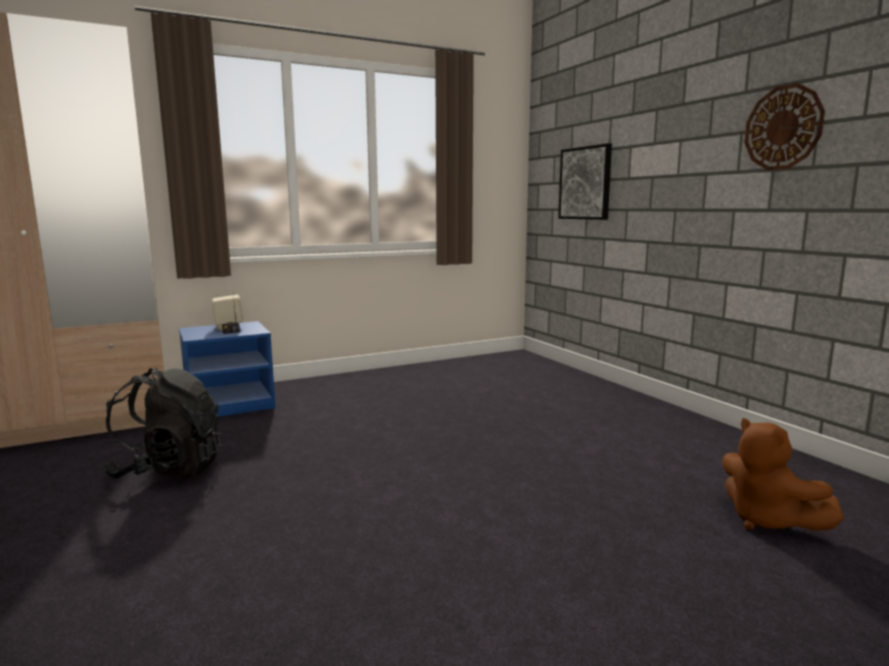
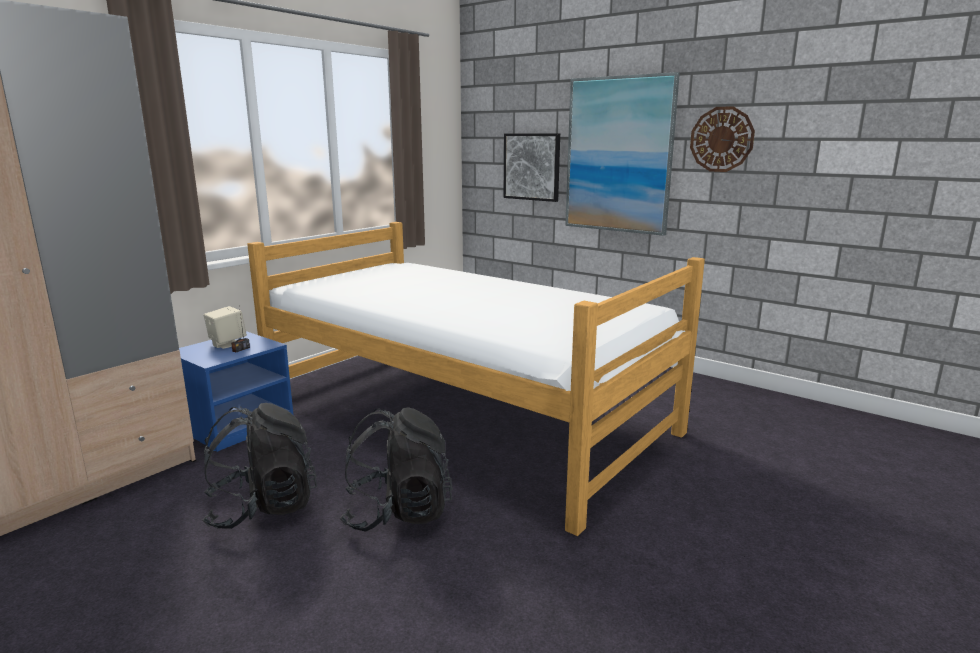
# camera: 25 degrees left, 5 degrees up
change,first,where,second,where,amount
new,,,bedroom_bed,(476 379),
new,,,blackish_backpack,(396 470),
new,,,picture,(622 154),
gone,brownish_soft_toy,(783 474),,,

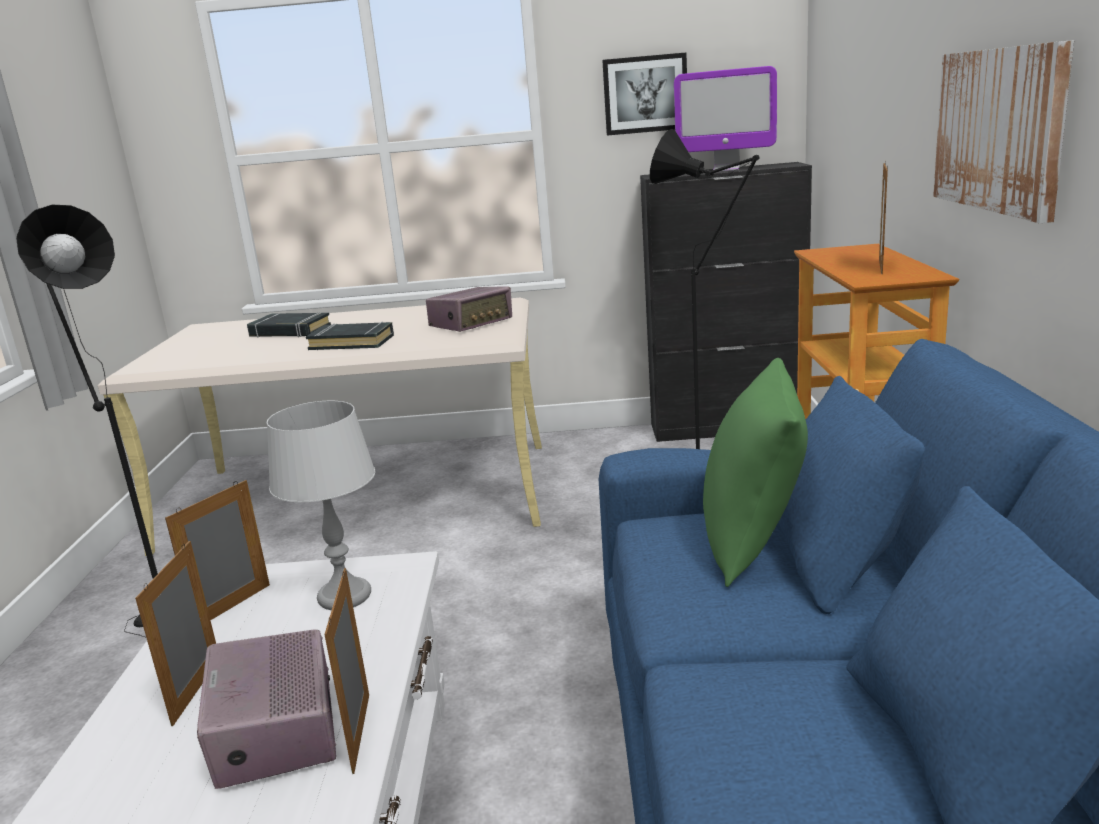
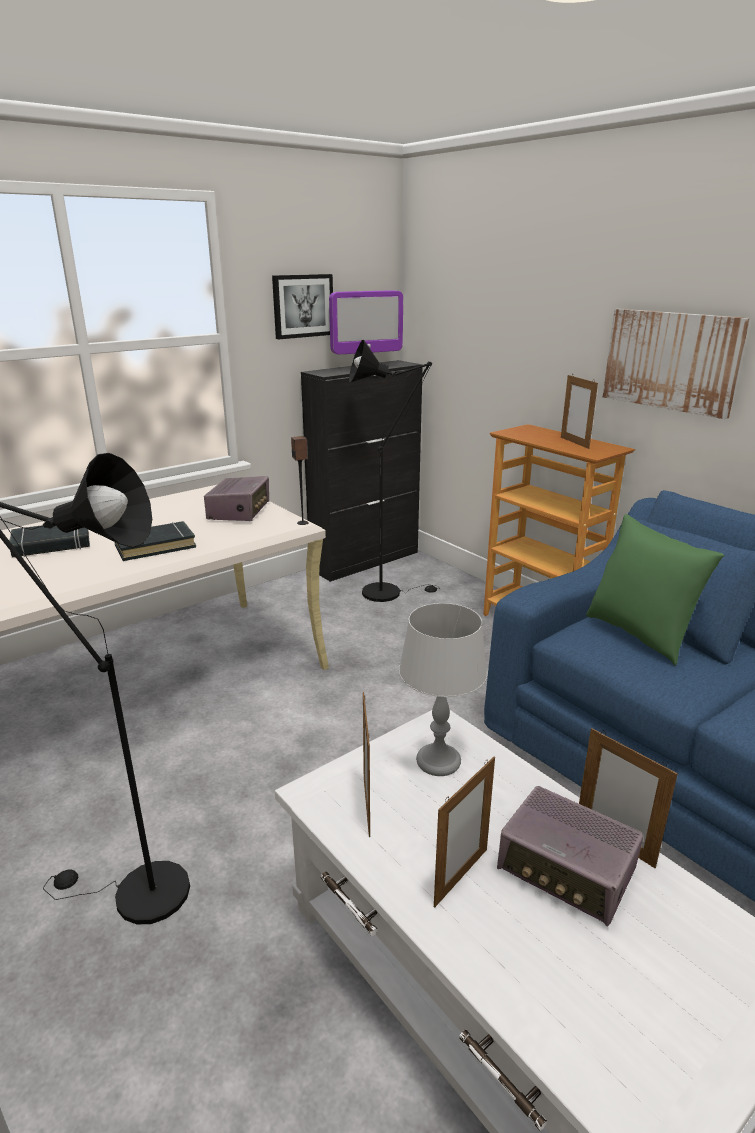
# camera: 40 degrees left, 5 degrees up
change,first,where,second,where,amount
new,,,speaker,(300 480),
rotated,photo_frame,(175 633),,(464 832),105 degrees counterclockwise

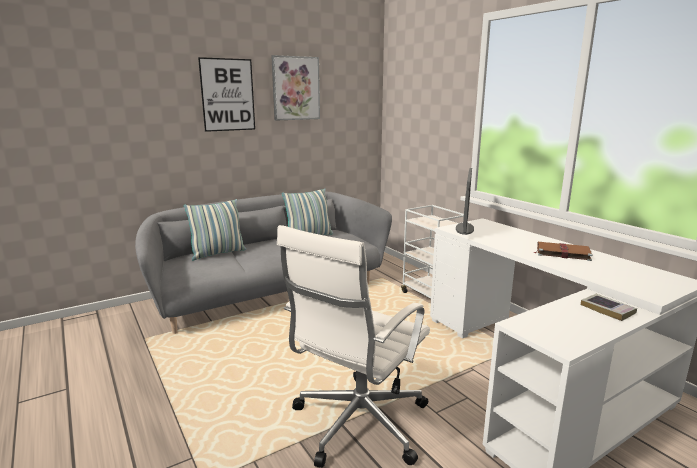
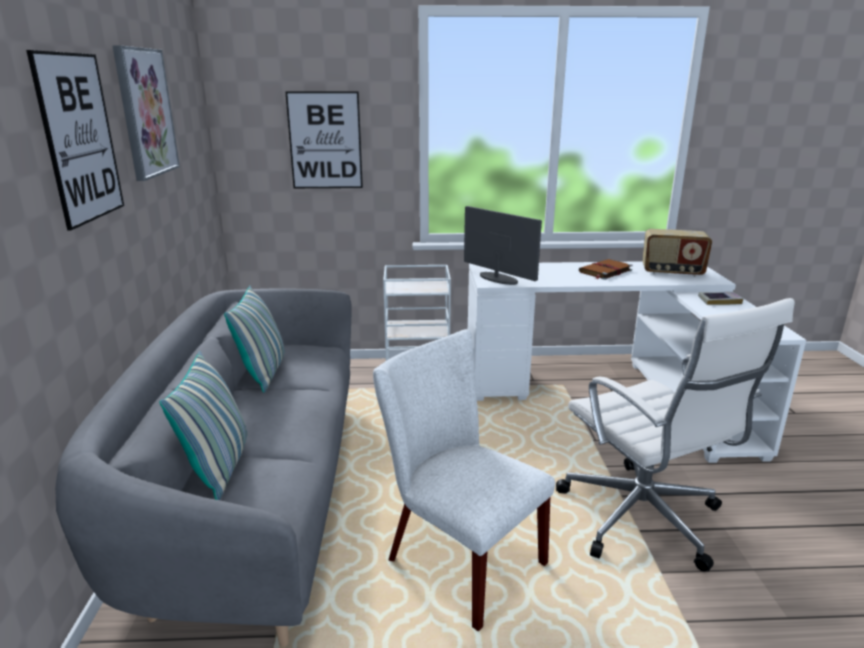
# camera: 60 degrees left, 5 degrees up
change,first,where,second,where,amount
new,,,picture,(324 139),
new,,,white_chair,(464 480),
new,,,radio,(677 253),

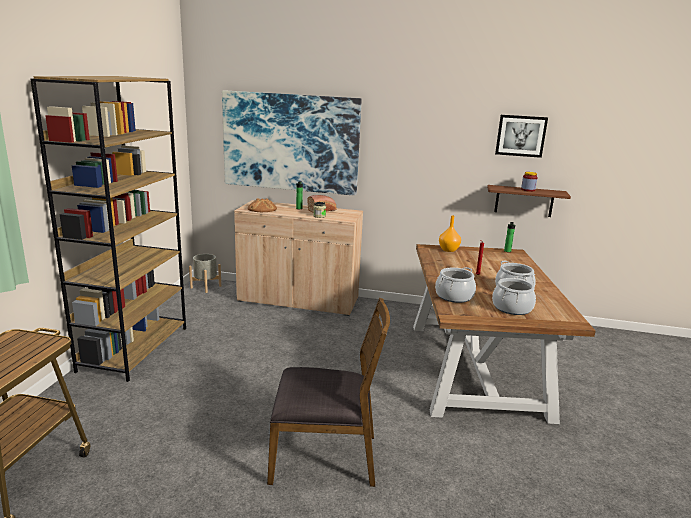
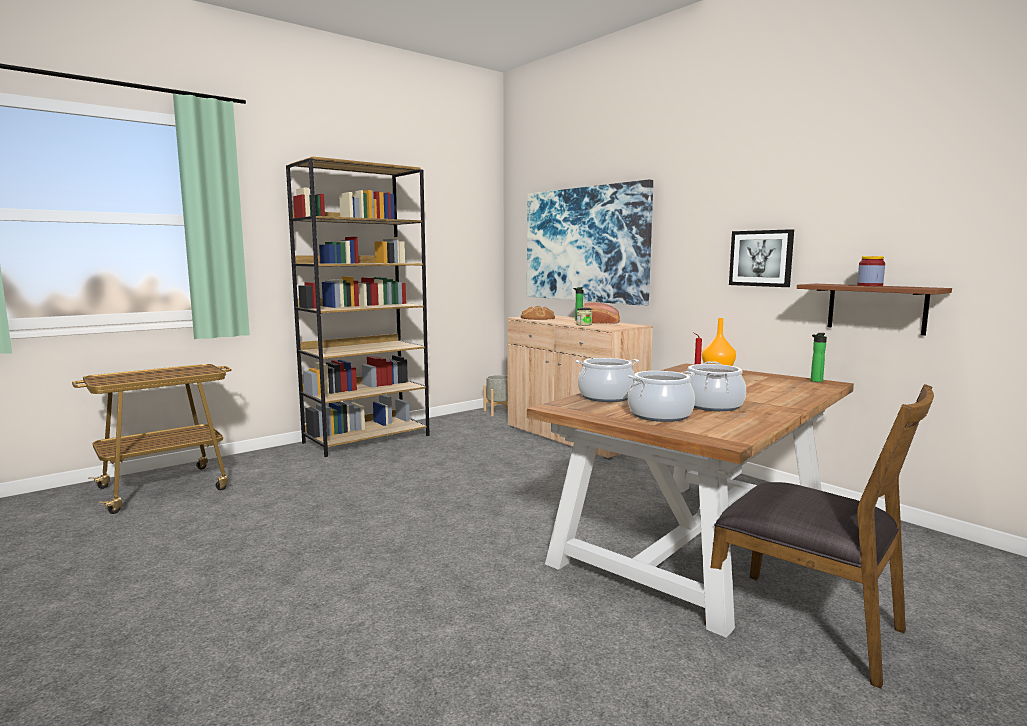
# camera: 40 degrees right, 10 degrees down
change,first,where,second,where,amount
shifted,brownish_chair,(328 392),,(819 536),
shifted,picture,(521 136),,(761 258),

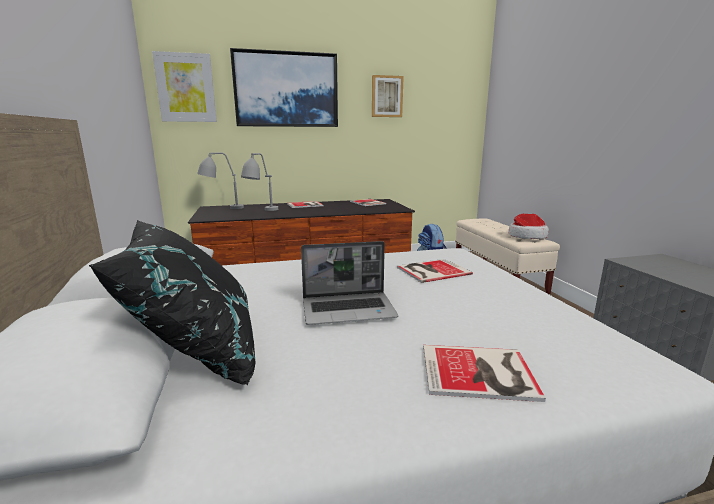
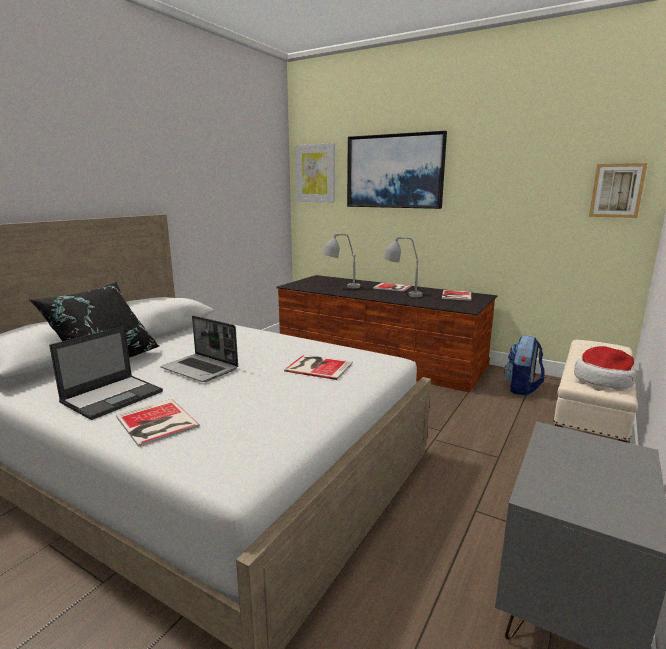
# camera: 45 degrees right, 0 degrees up
change,first,where,second,where,amount
new,,,laptop,(106 373),
shifted,grey_lamp_for_a_table,(220 180),,(402 267),
shifted,picture,(388 96),,(618 190),

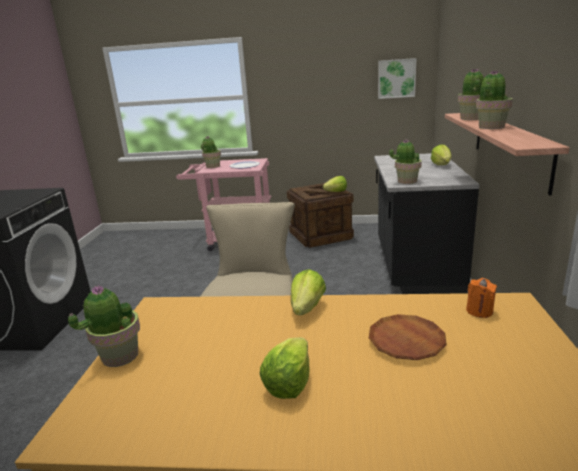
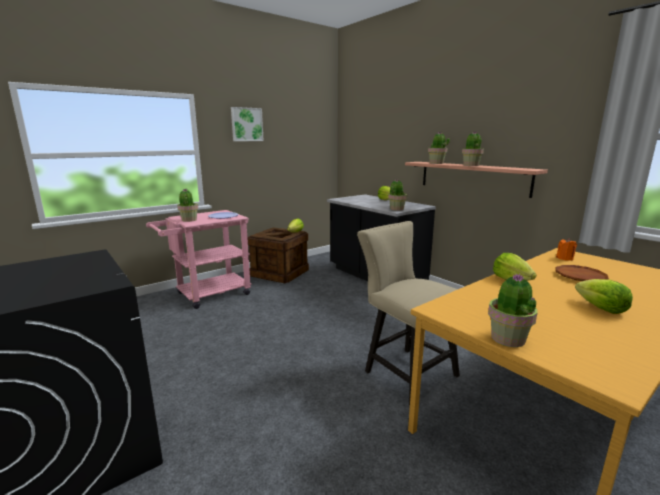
# camera: 45 degrees left, 5 degrees down
change,first,where,second,where,amount
shifted,picture,(397 78),,(247 124),

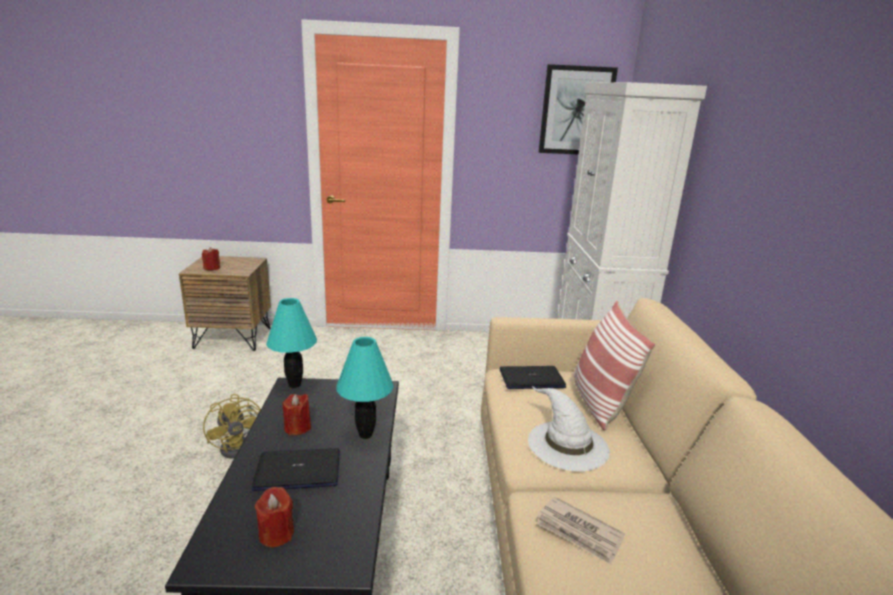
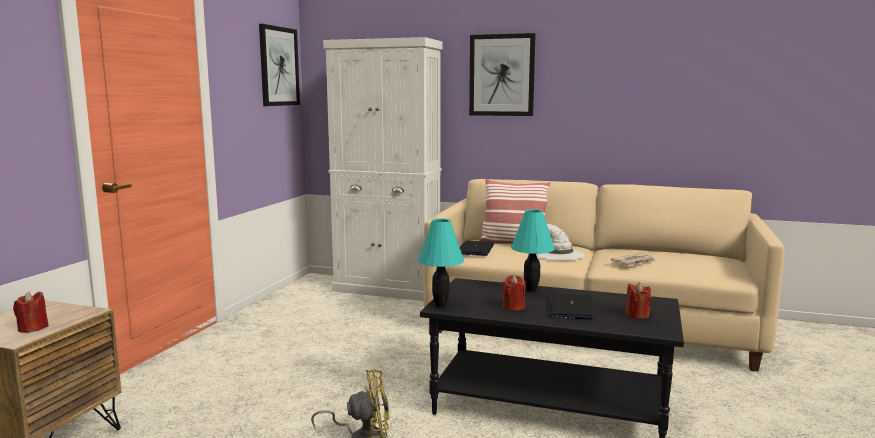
# camera: 70 degrees left, 10 degrees down
change,first,where,second,where,amount
new,,,picture,(502 74),

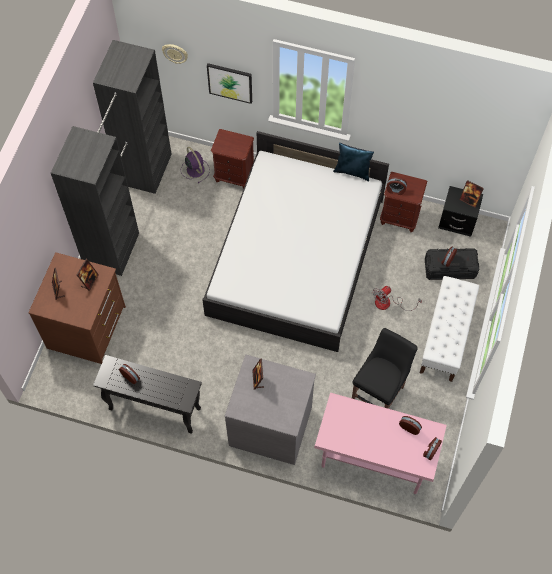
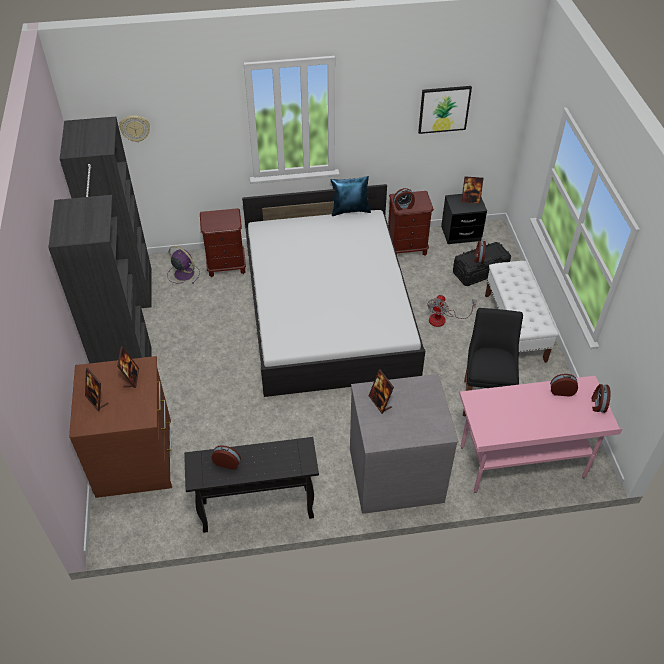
# camera: 25 degrees left, 15 degrees down
change,first,where,second,where,amount
shifted,picture,(229 83),,(445 110),

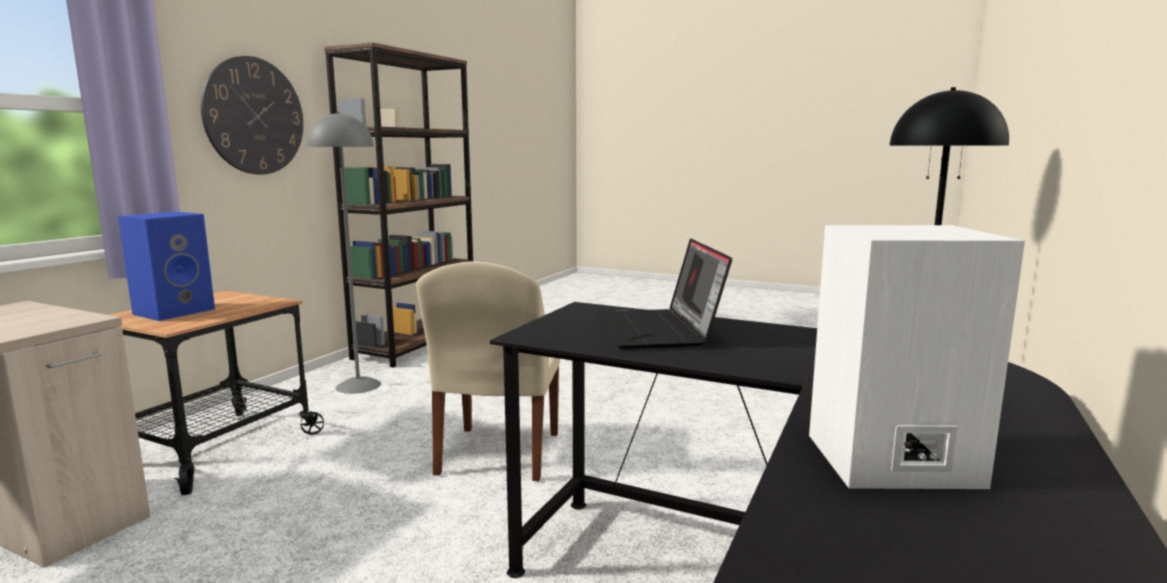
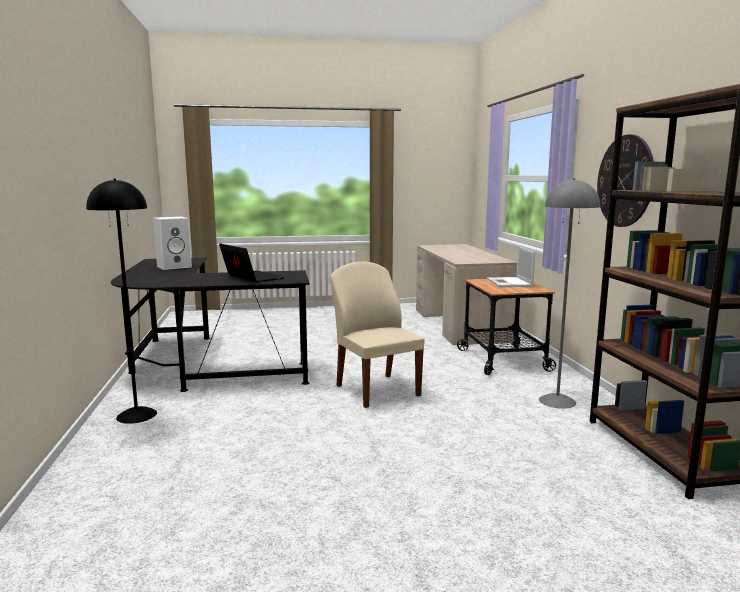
# camera: 145 degrees right, 0 degrees up
change,first,where,second,where,amount
swapped,blue-coloured_speaker,(166 266),laptop,(511 266),

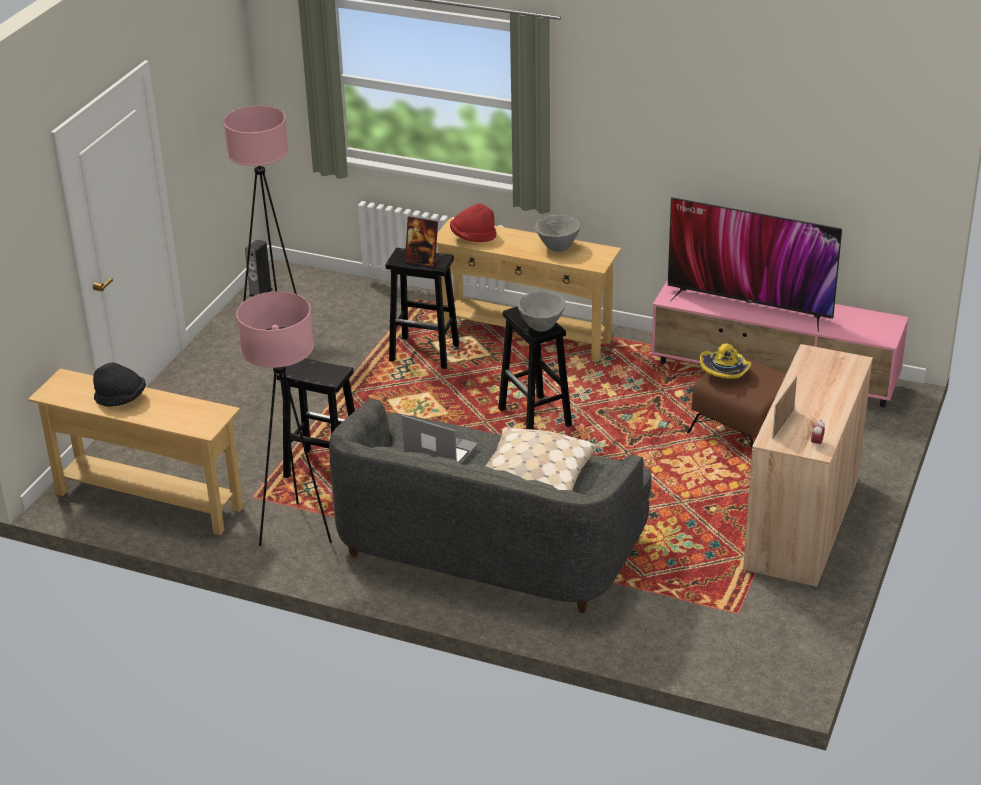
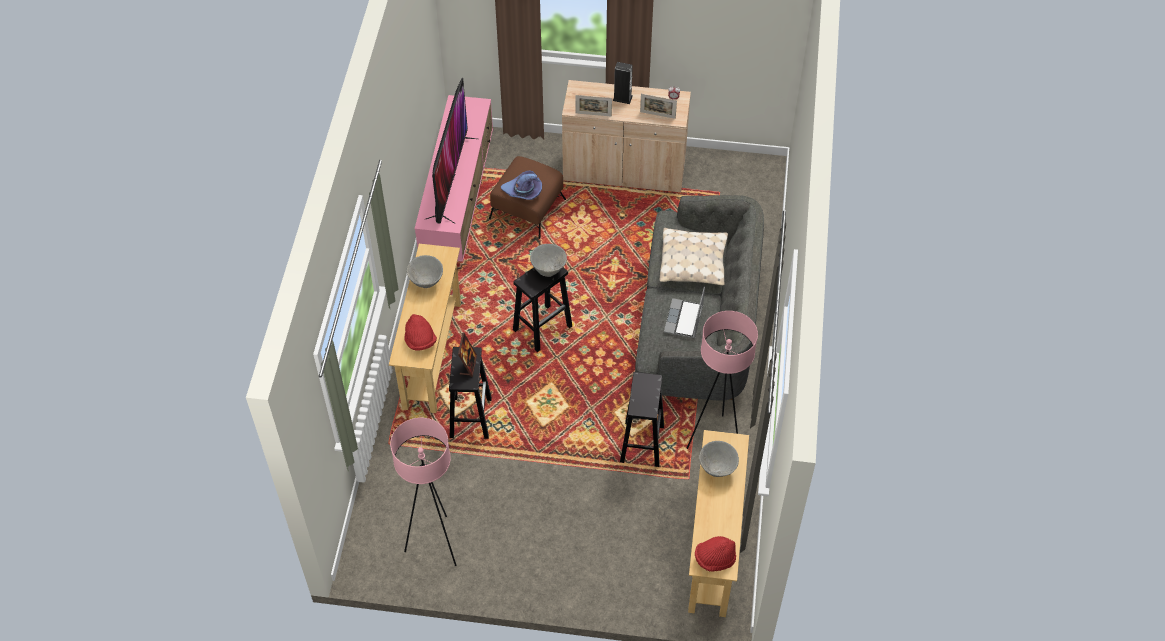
# camera: 105 degrees left, 20 degrees up
change,first,where,second,where,amount
repainted,yellow_wearable_hat,(726 361),purple-coloured_wearable_hat,(521 185),
new,,,photo_frame,(593 106),
shifted,speaker,(259 268),,(623 83),
new,,,red_wearable_hat,(715 554),
new,,,grey_deep_dish,(719 459),
gone,blackish_wearable_hat,(119 384),,,

